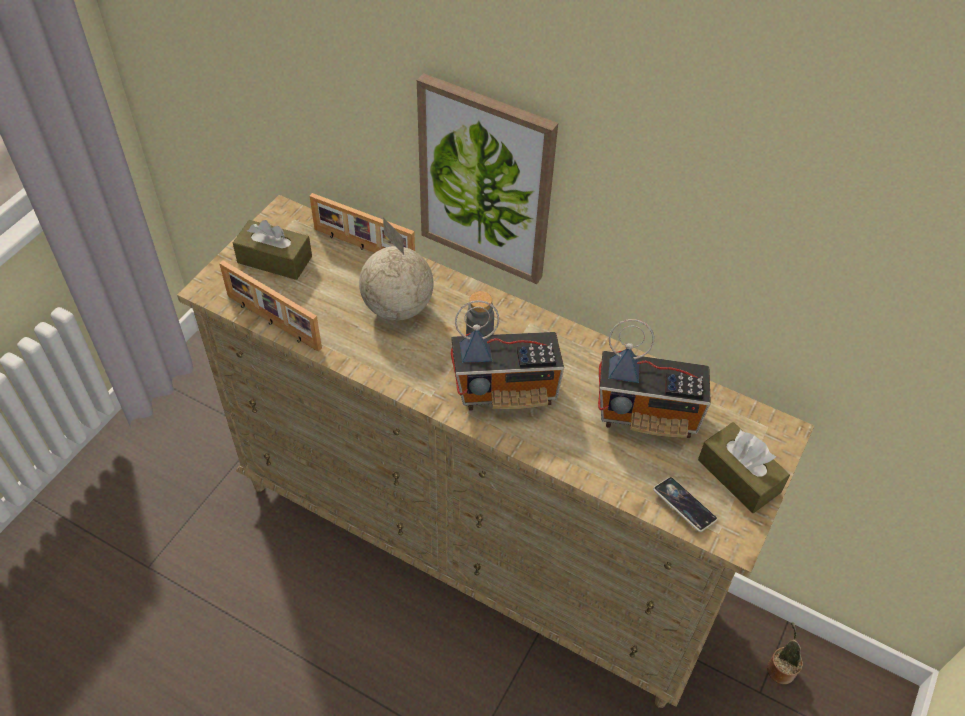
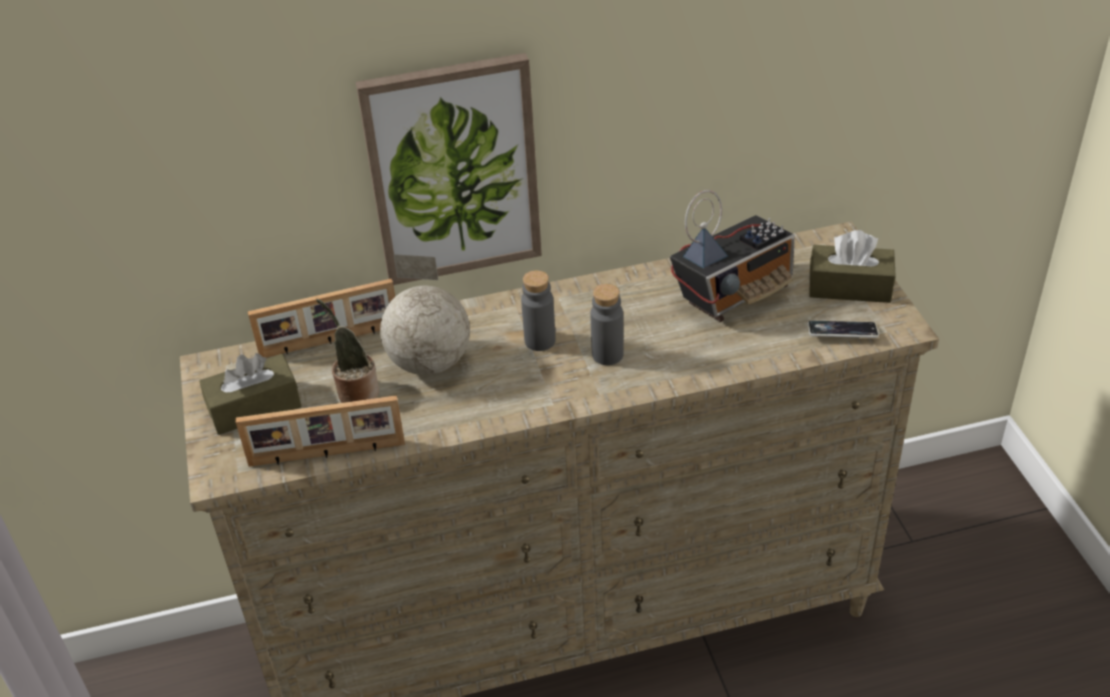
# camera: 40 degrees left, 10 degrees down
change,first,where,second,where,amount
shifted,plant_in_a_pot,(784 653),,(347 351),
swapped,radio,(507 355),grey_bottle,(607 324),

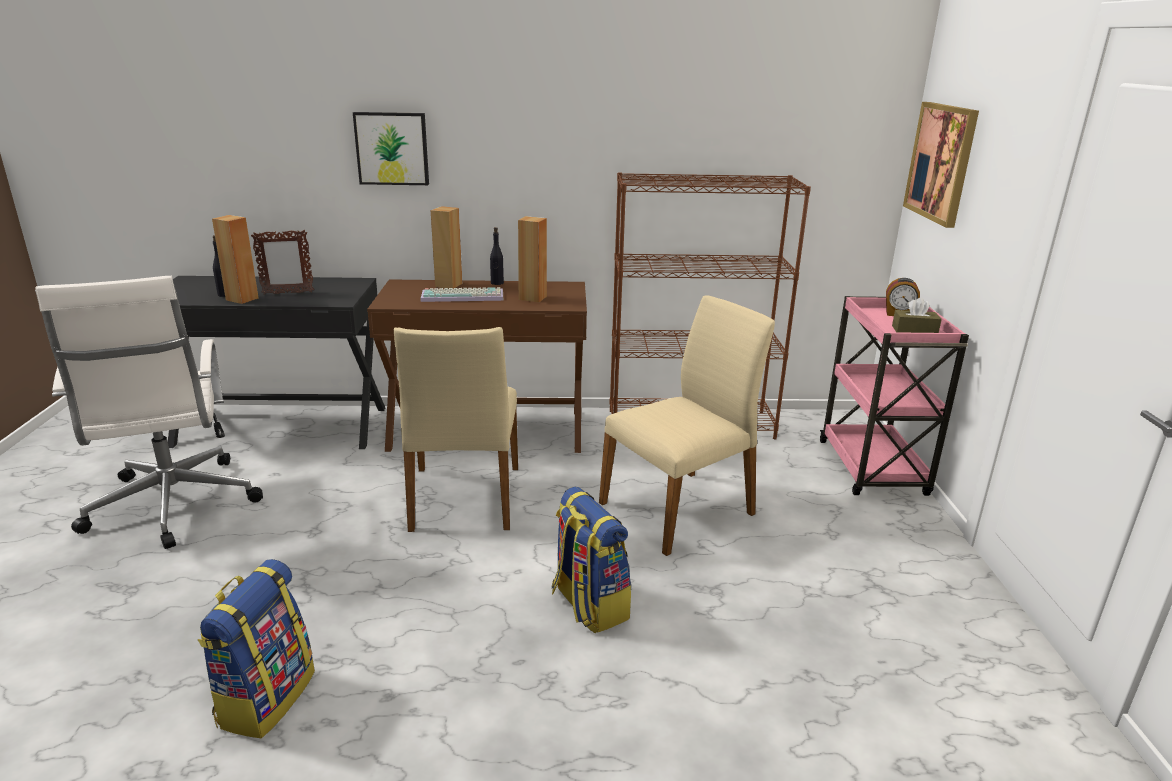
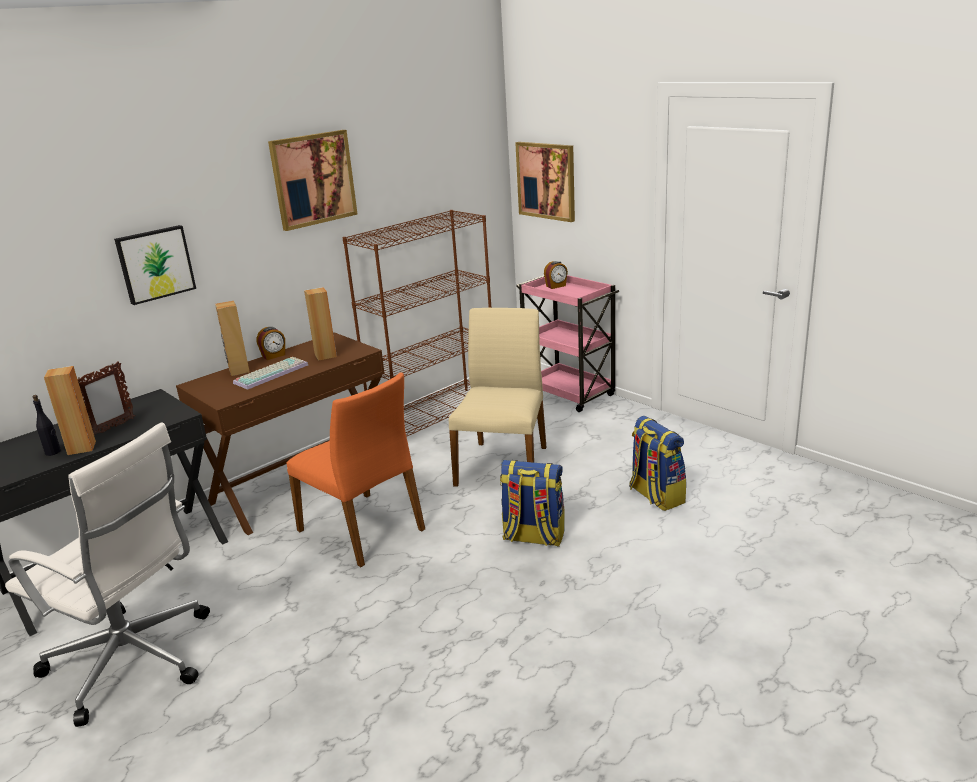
# camera: 40 degrees left, 0 degrees up
change,first,where,second,where,amount
swapped,blackish_bottle,(497 256),bedside_clock,(270 343),
new,,,picture,(313 180),
repainted,beige-coloured_chair,(456 429),orange-coloured_chair,(356 469),
shifted,backpack,(256 649),,(657 463),
gone,brownish_tissue_box,(917 315),,,

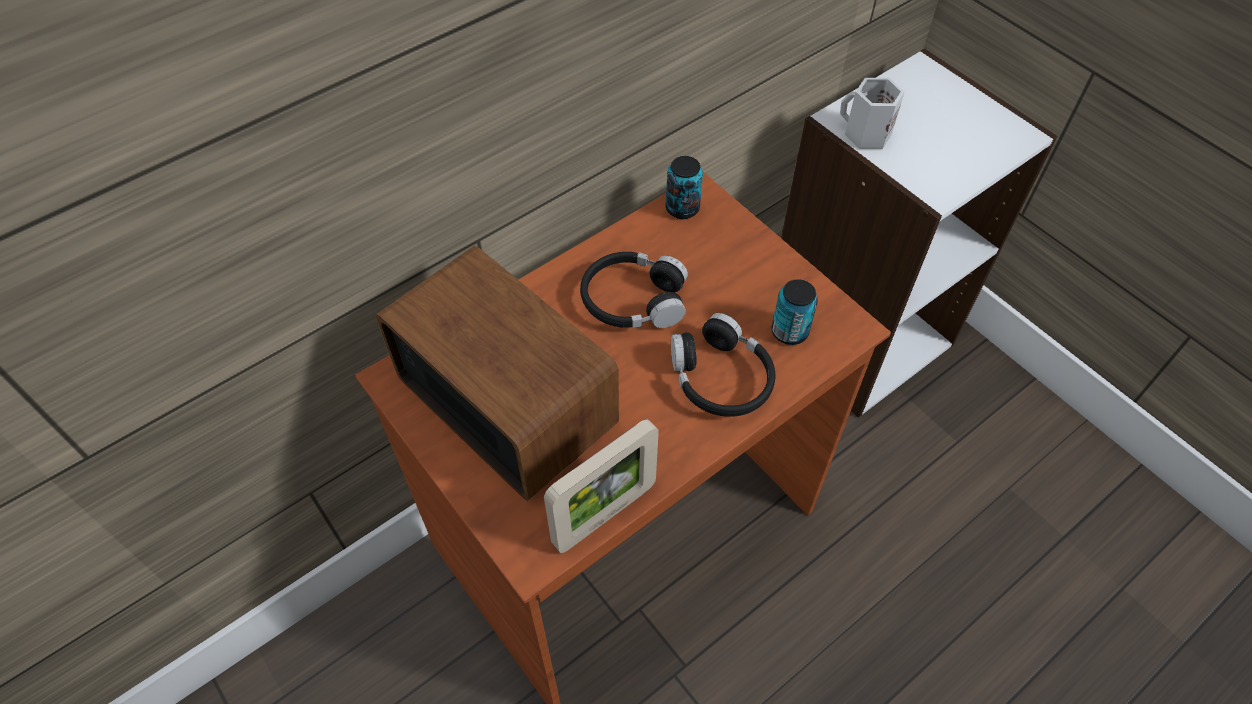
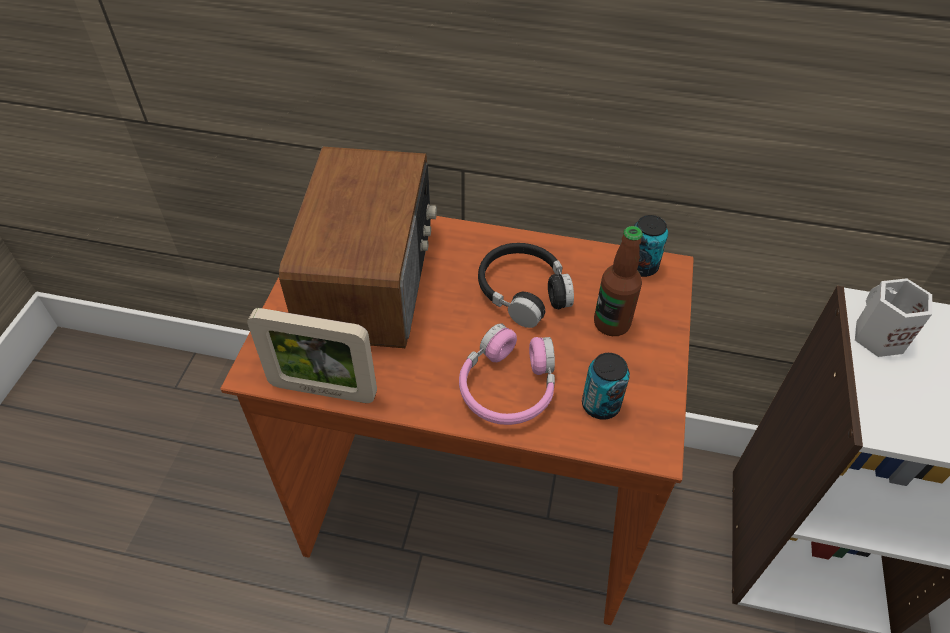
# camera: 50 degrees right, 5 degrees down
change,first,where,second,where,amount
repainted,blackish_headphones,(723 365),pinkish_headphones,(507 374),
new,,,bottle,(618 281),

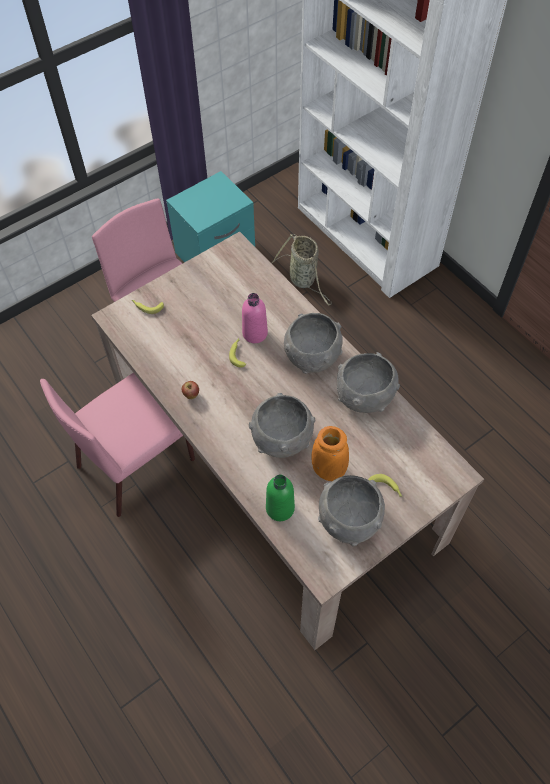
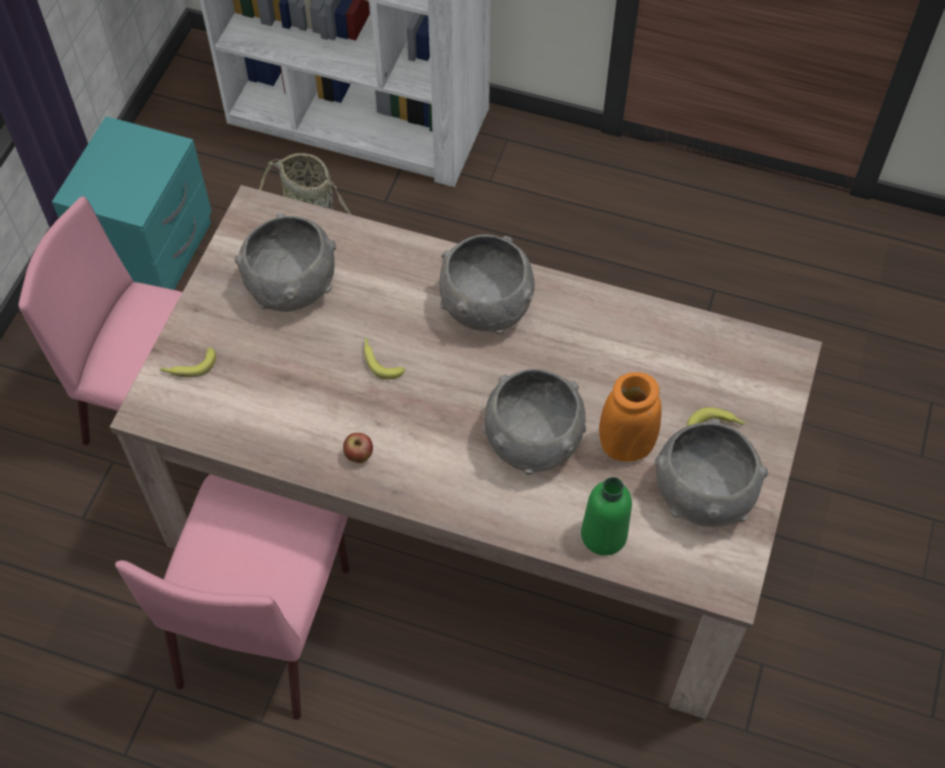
# camera: 35 degrees left, 0 degrees up
change,first,where,second,where,amount
shifted,grey_deep_dish,(368 382),,(285 263),
gone,pinkish_bottle,(255 318),,,

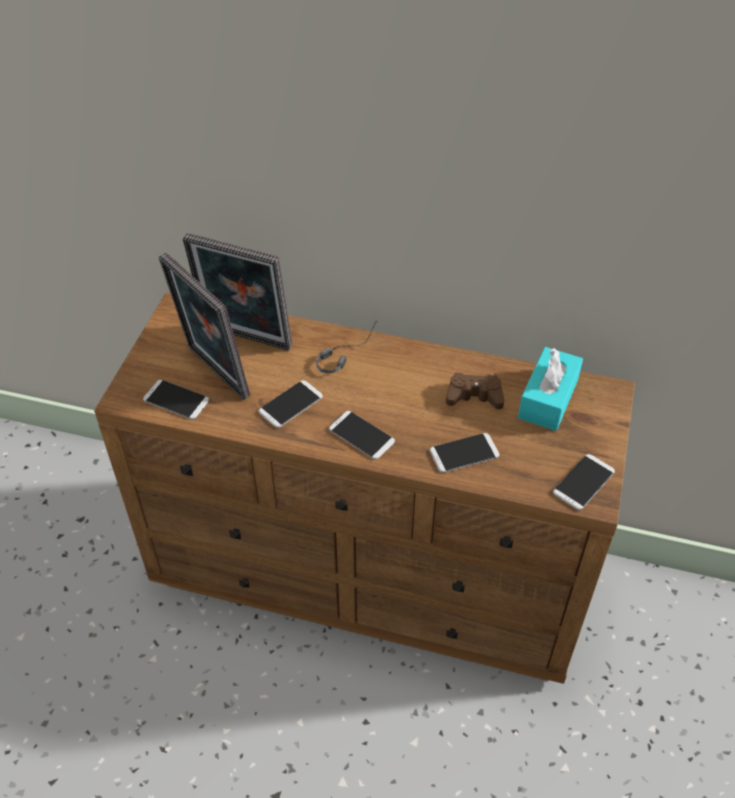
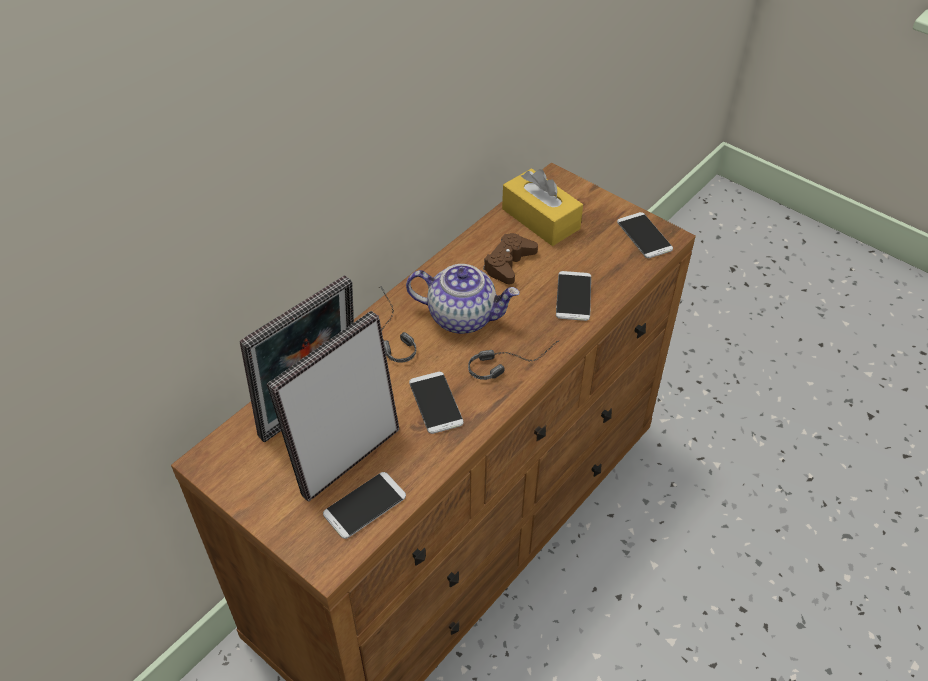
# camera: 65 degrees left, 0 degrees up
change,first,where,second,where,amount
rotated,photo_frame,(204 326),,(333 406),150 degrees clockwise
new,,,pot_for_tea,(463 299),
swapped,handset,(362 435),headphones,(513 360),
repainted,turquoise-coloured_tissue_box,(550 389),yellow_tissue_box,(542 207),

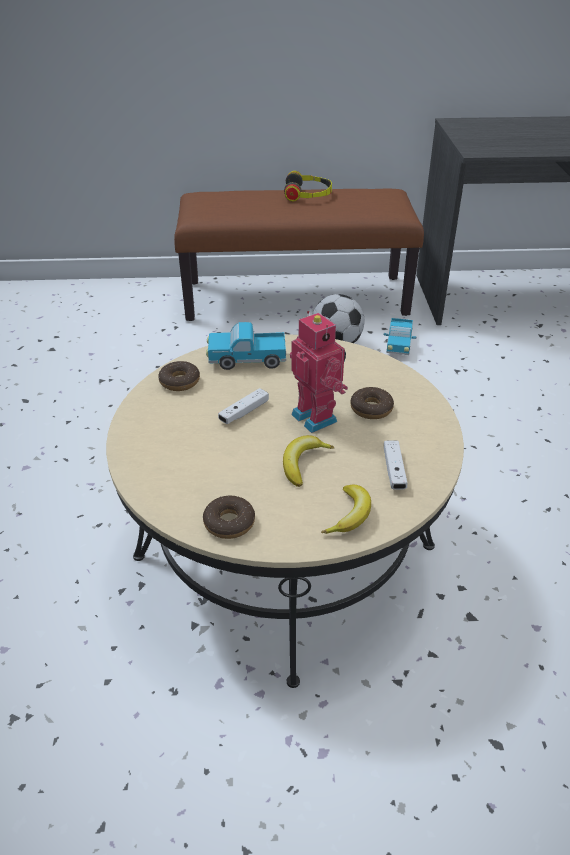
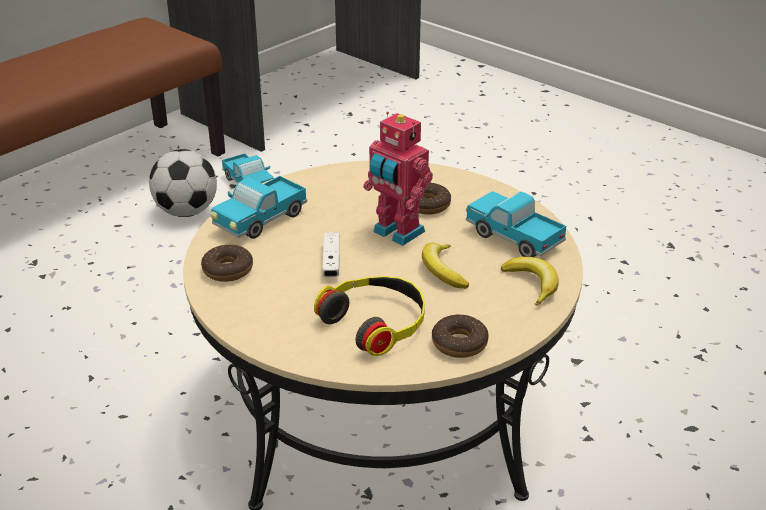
# camera: 45 degrees left, 5 degrees down
change,first,where,second,where,amount
shifted,headphones,(308 186),,(369 316),
rotated,robot_figure,(319 372),,(398 179),150 degrees counterclockwise
swapped,white_game_controller,(395 465),model_truck,(516 224),

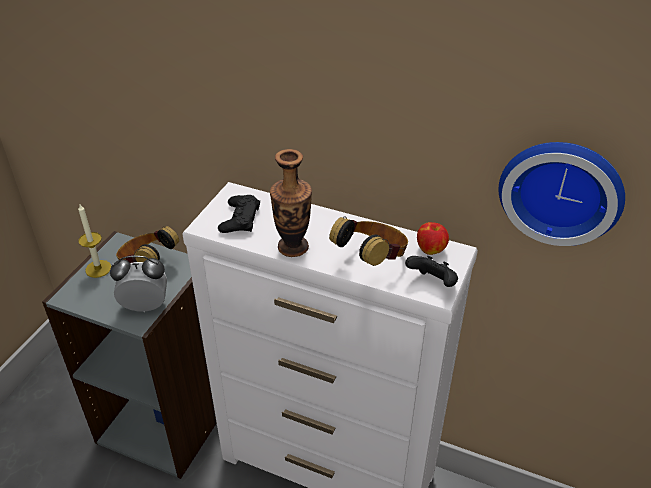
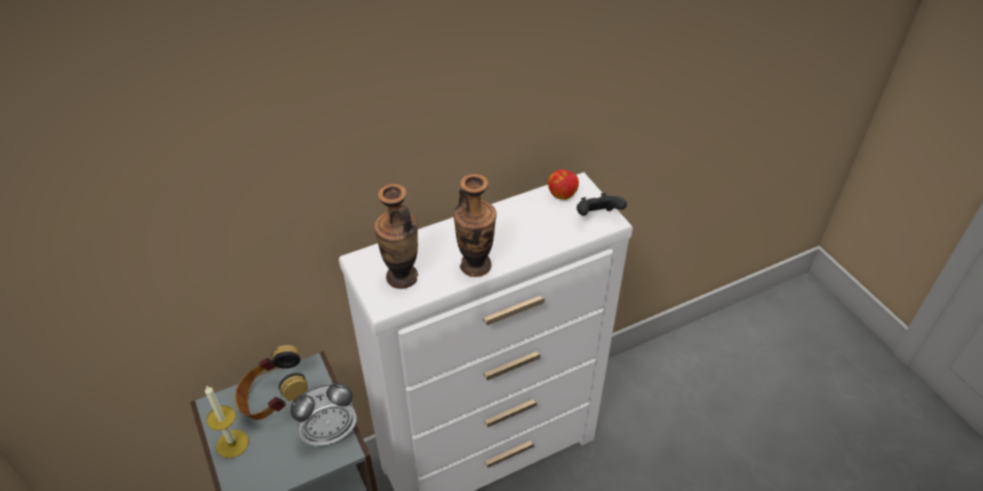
# camera: 50 degrees left, 5 degrees up
change,first,where,second,where,amount
rotated,bedside_clock,(138 284),,(323 415),150 degrees counterclockwise
swapped,blackish_game_controller,(239 214),flower_vase,(396 236),
gone,headphones,(368 241),,,
gone,hanging_clock,(562 194),,,

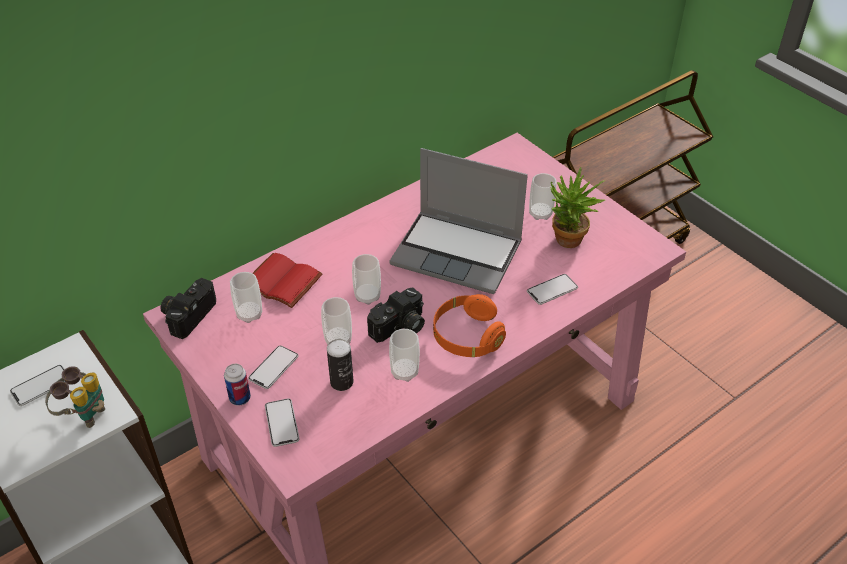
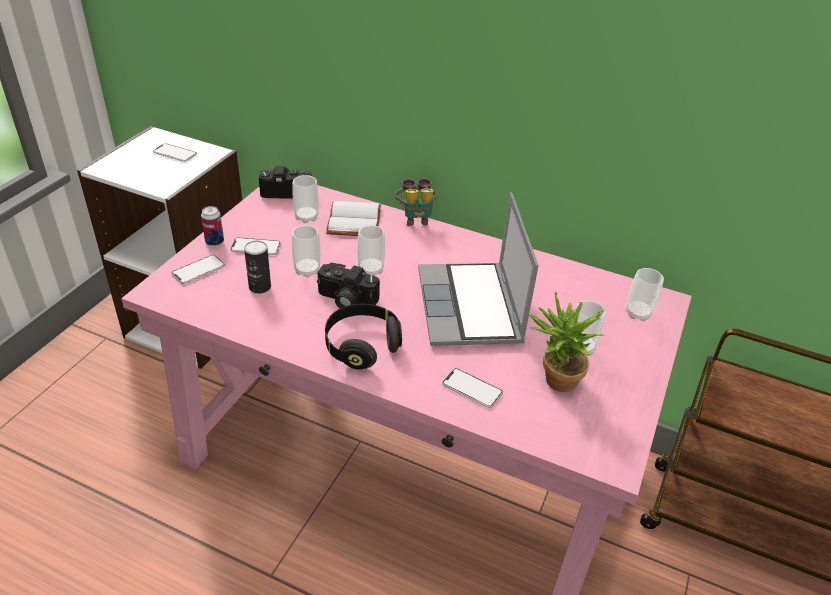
# camera: 60 degrees right, 5 degrees down
change,first,where,second,where,amount
repainted,orange-coloured_headphones,(469 325),blackish_headphones,(363 337),
repainted,red_book,(288 280),white_book,(353 218),
shifted,pair_of_binoculars,(75 397),,(415 202),
shifted,drinking_cup,(404 355),,(645 294),

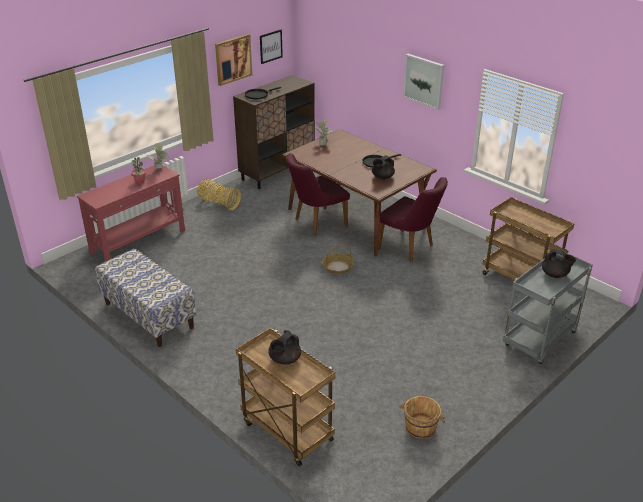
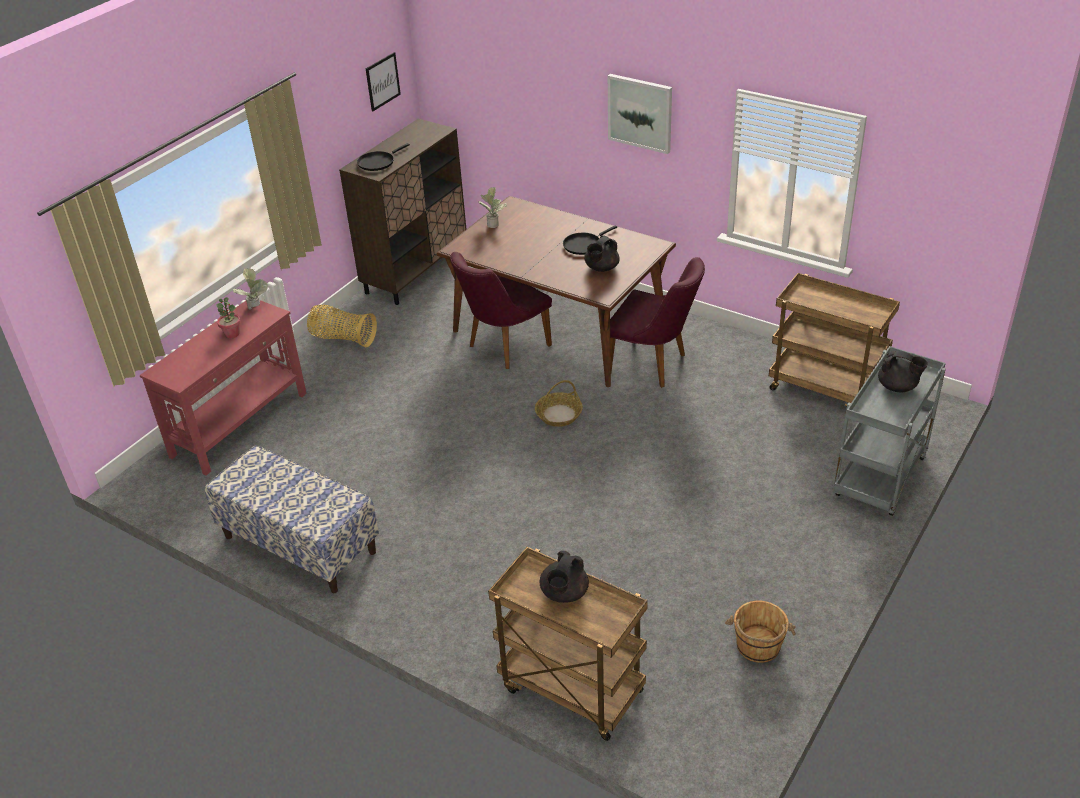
# camera: 10 degrees left, 5 degrees up
change,first,where,second,where,amount
gone,picture,(233 60),,,

